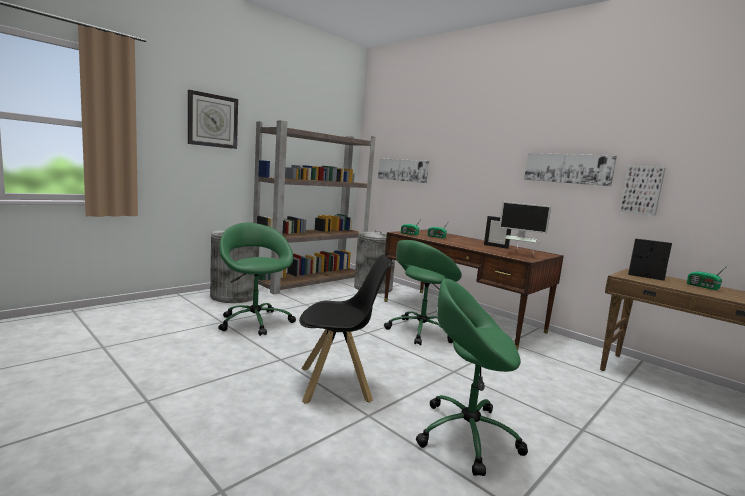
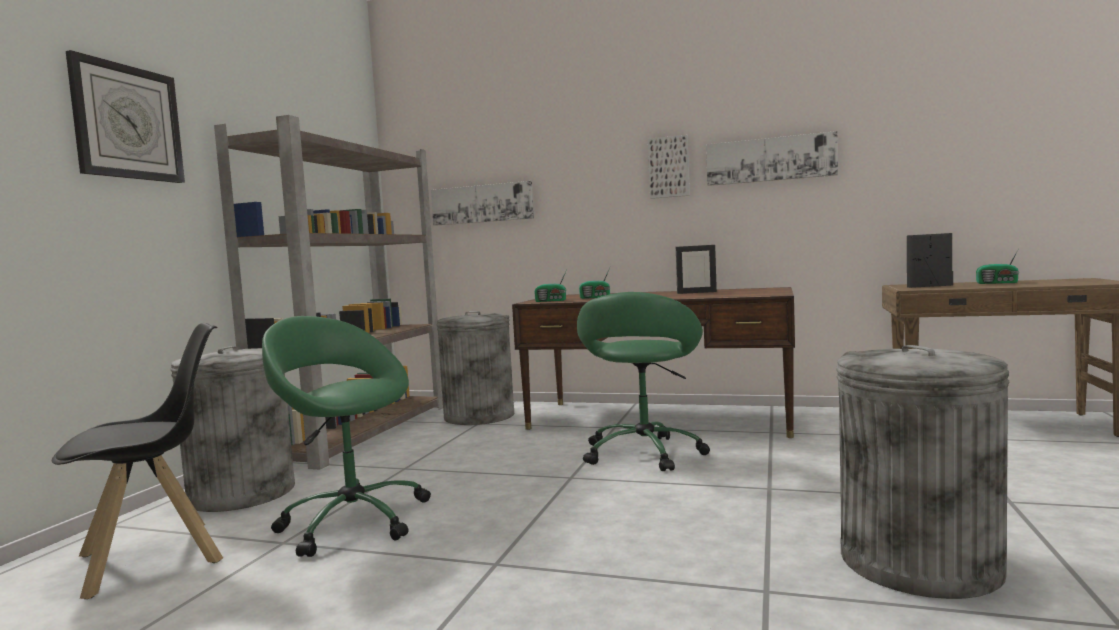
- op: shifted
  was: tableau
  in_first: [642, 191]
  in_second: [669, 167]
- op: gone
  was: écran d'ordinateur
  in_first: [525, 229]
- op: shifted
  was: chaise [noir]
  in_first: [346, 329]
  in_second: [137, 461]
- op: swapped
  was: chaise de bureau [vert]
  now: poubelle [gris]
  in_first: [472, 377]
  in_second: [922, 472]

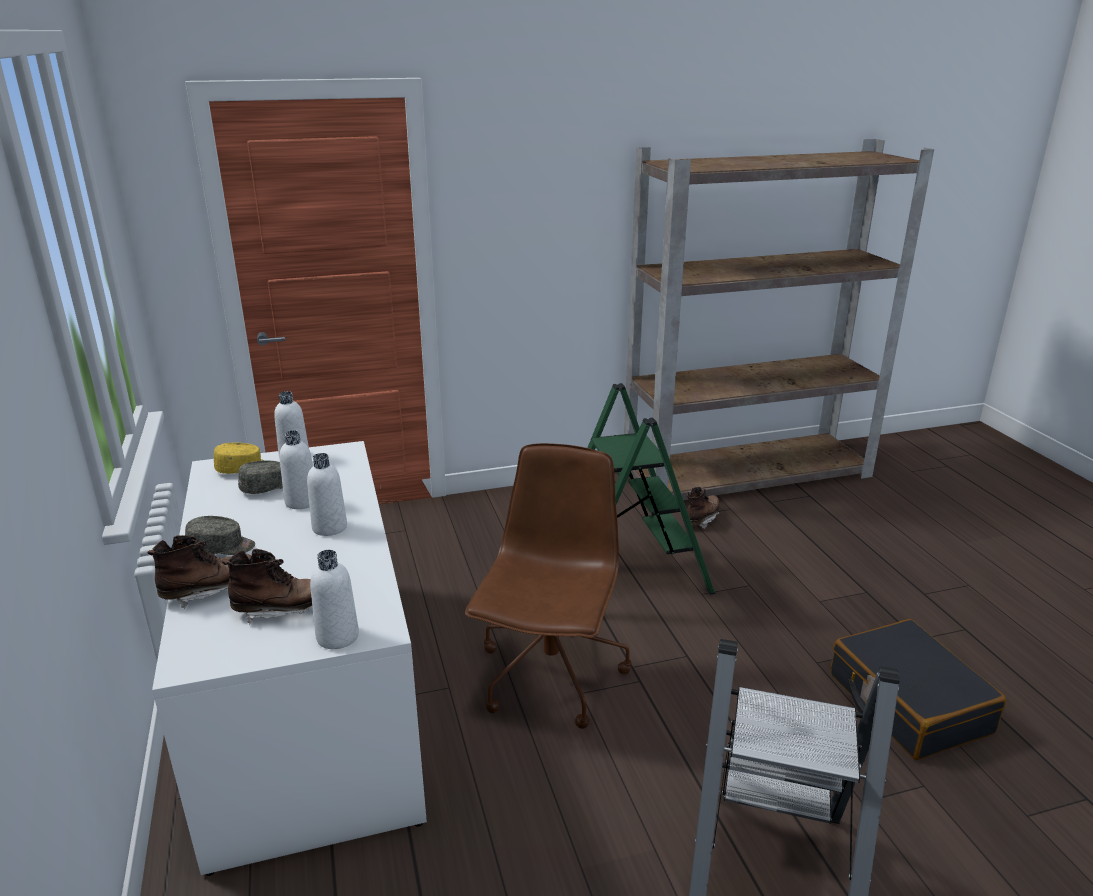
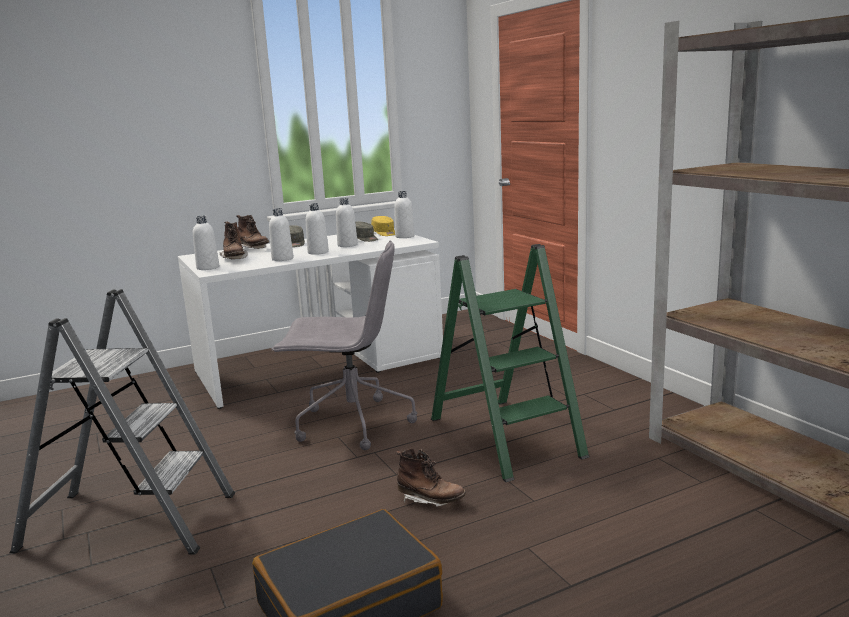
- op: repainted
  was: chaise de bureau [marron]
  now: chaise de bureau [gris]
  in_first: [548, 586]
  in_second: [344, 345]
- op: shifted
  was: botte [marron]
  in_first: [703, 508]
  in_second: [431, 478]
- op: new
  now: bouteille [blanc]
  in_second: [281, 234]

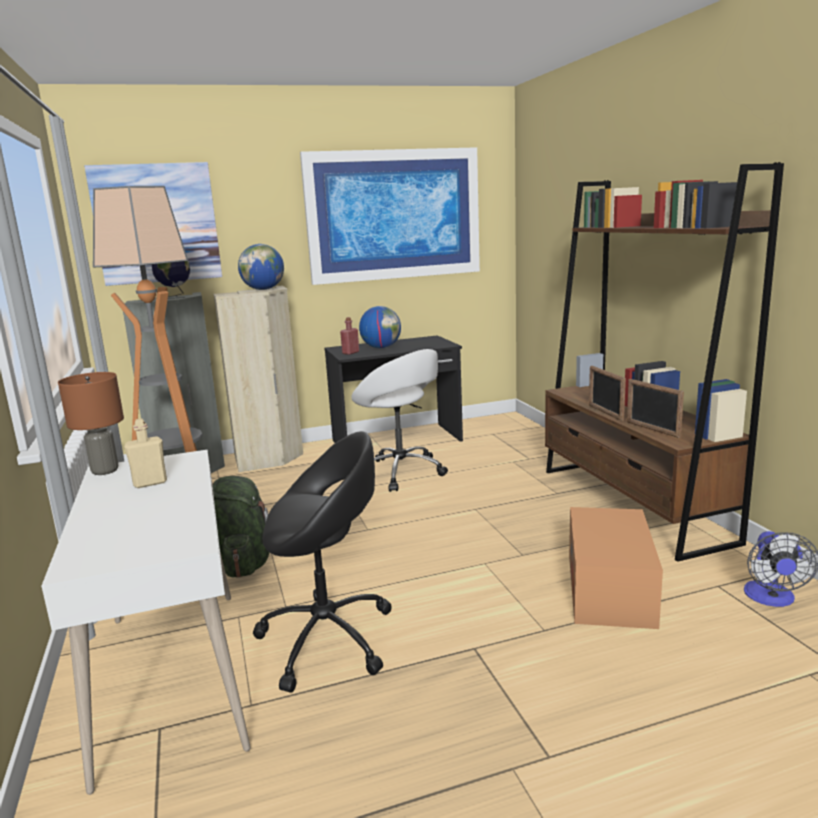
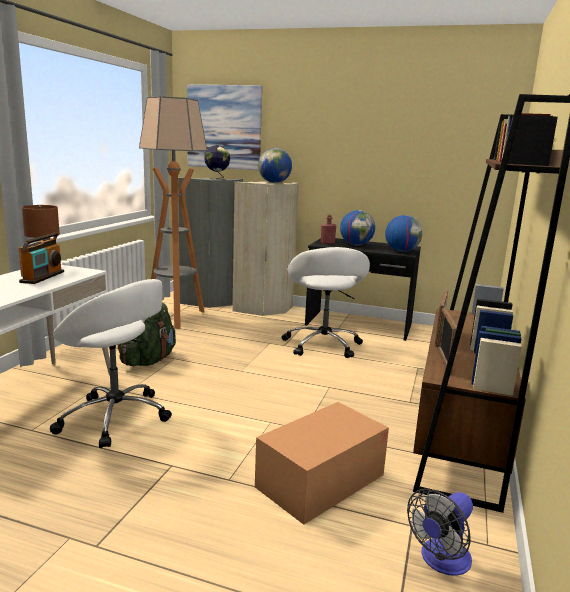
- op: gone
  was: tableau
  in_first: [390, 216]
- op: swapped
  was: bouteille [beige]
  now: radio
  in_first: [145, 453]
  in_second: [41, 258]
- op: repainted
  was: chaise de bureau [noir]
  now: chaise de bureau [blanc]
  in_first: [322, 562]
  in_second: [111, 363]
- op: new
  now: globe
  in_second: [403, 233]

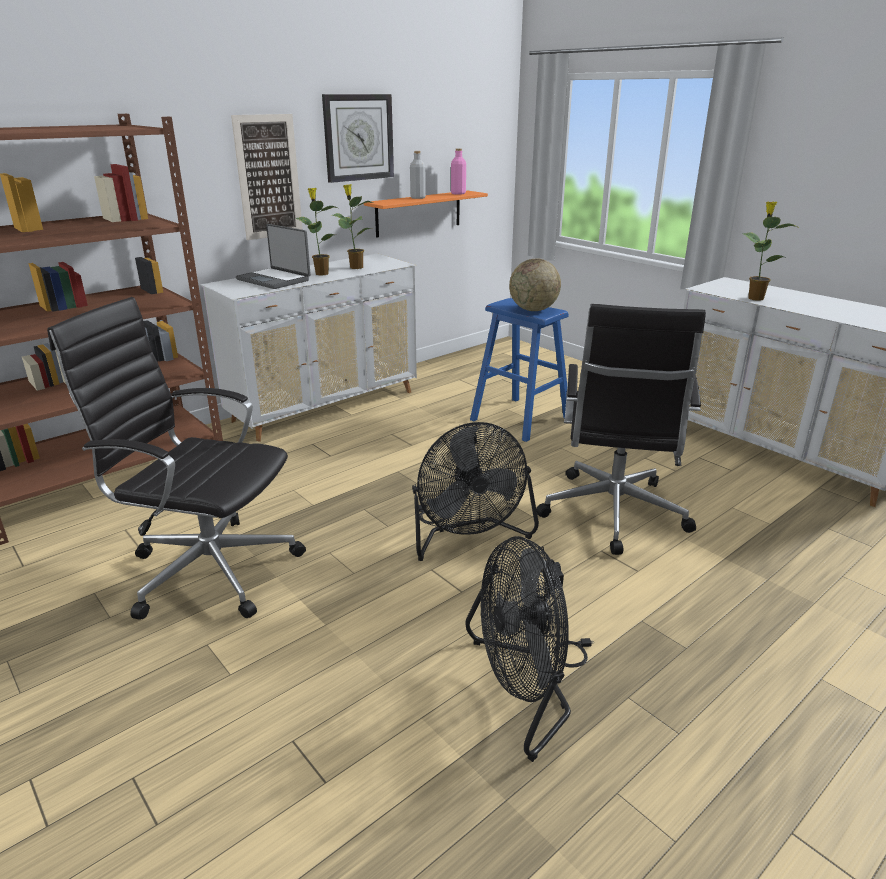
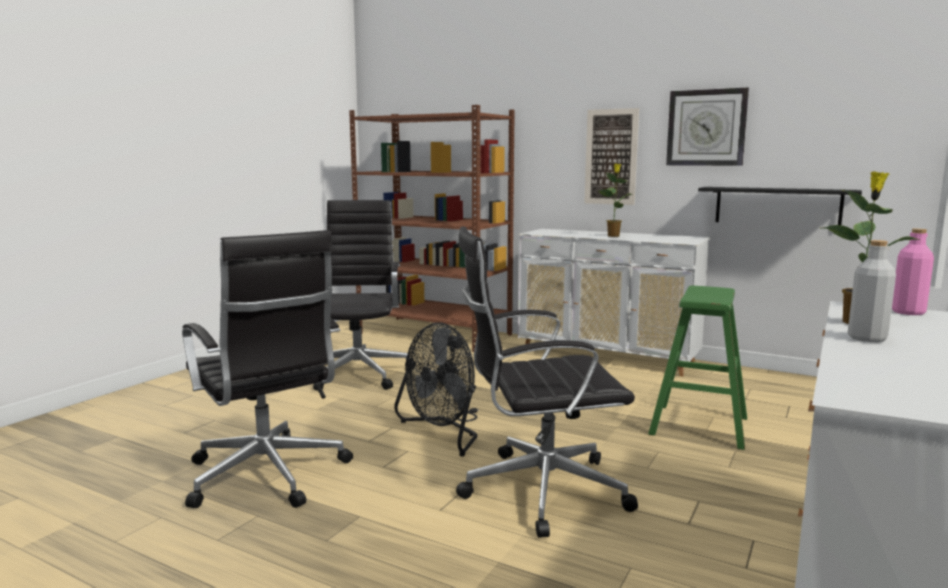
- op: shifted
  was: bouteille [rose]
  in_first: [458, 171]
  in_second: [913, 271]
- op: shifted
  was: bouteille [gris]
  in_first: [418, 175]
  in_second: [872, 291]
- op: gone
  was: plante en pot
  in_first: [352, 226]
- op: repainted
  was: étagère [orange]
  now: étagère [noir]
  in_first: [426, 214]
  in_second: [780, 206]
- op: gone
  was: ordinateur portable
  in_first: [273, 256]
- op: gone
  was: globe
  in_first: [535, 284]
- op: repainted
  was: tabouret [bleu]
  now: tabouret [vert]
  in_first: [519, 370]
  in_second: [697, 368]
- op: swapped
  was: ventilateur [noir]
  now: chaise de bureau [noir]
  in_first: [529, 649]
  in_second: [267, 369]

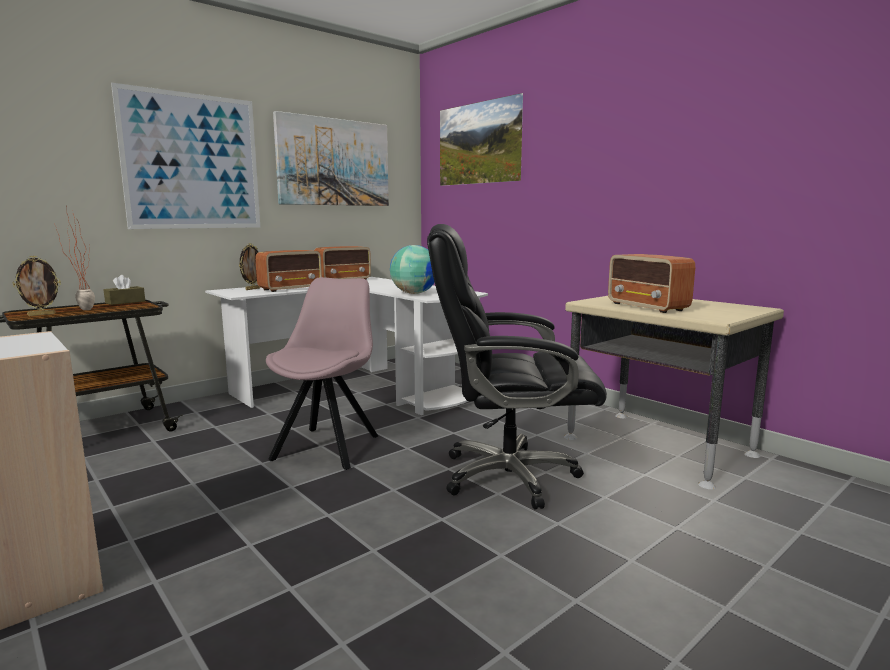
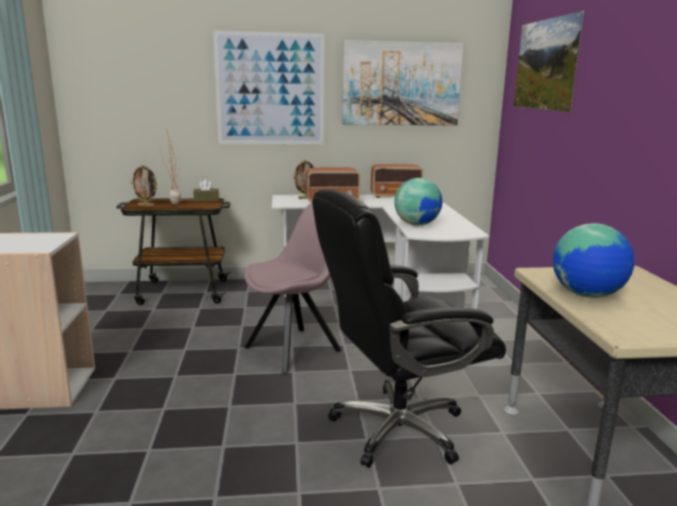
- op: rotated
  was: chaise de bureau [noir]
  in_first: [517, 367]
  in_second: [409, 328]
  clockwise: -60
- op: swapped
  was: radio
  now: globe
  in_first: [651, 283]
  in_second: [594, 260]

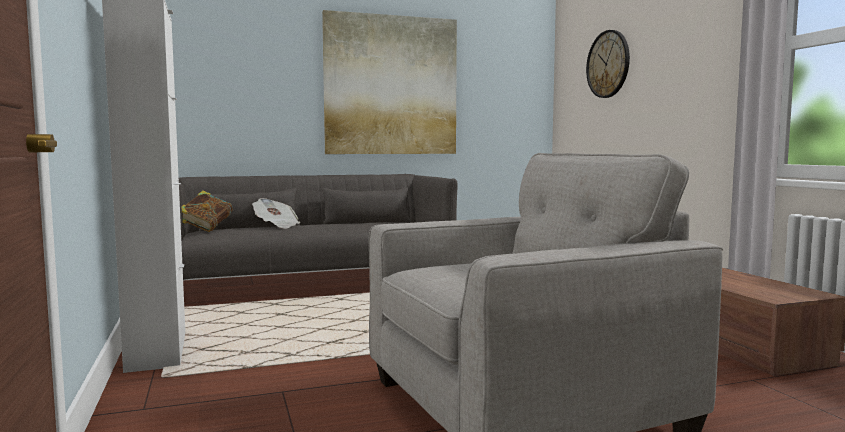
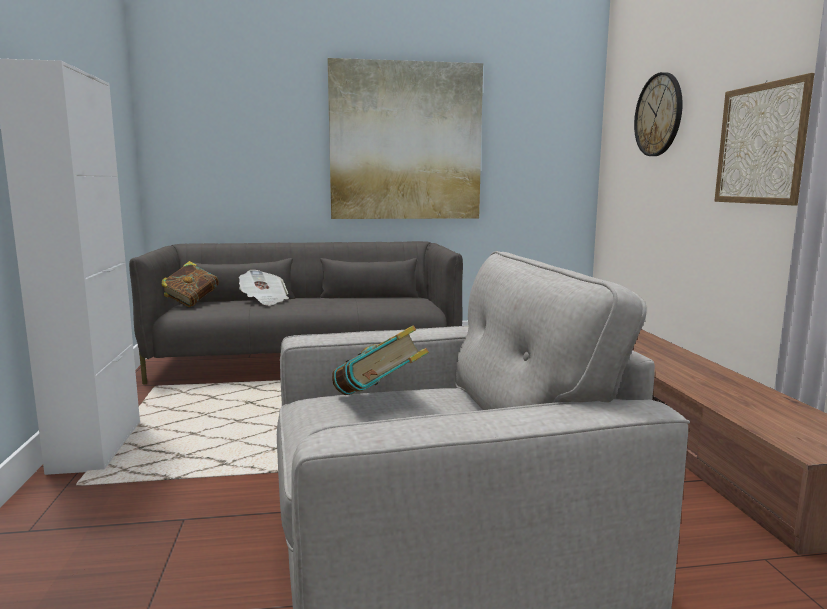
- op: new
  now: tableau
  in_second: [764, 139]
- op: new
  now: livre
  in_second: [380, 360]

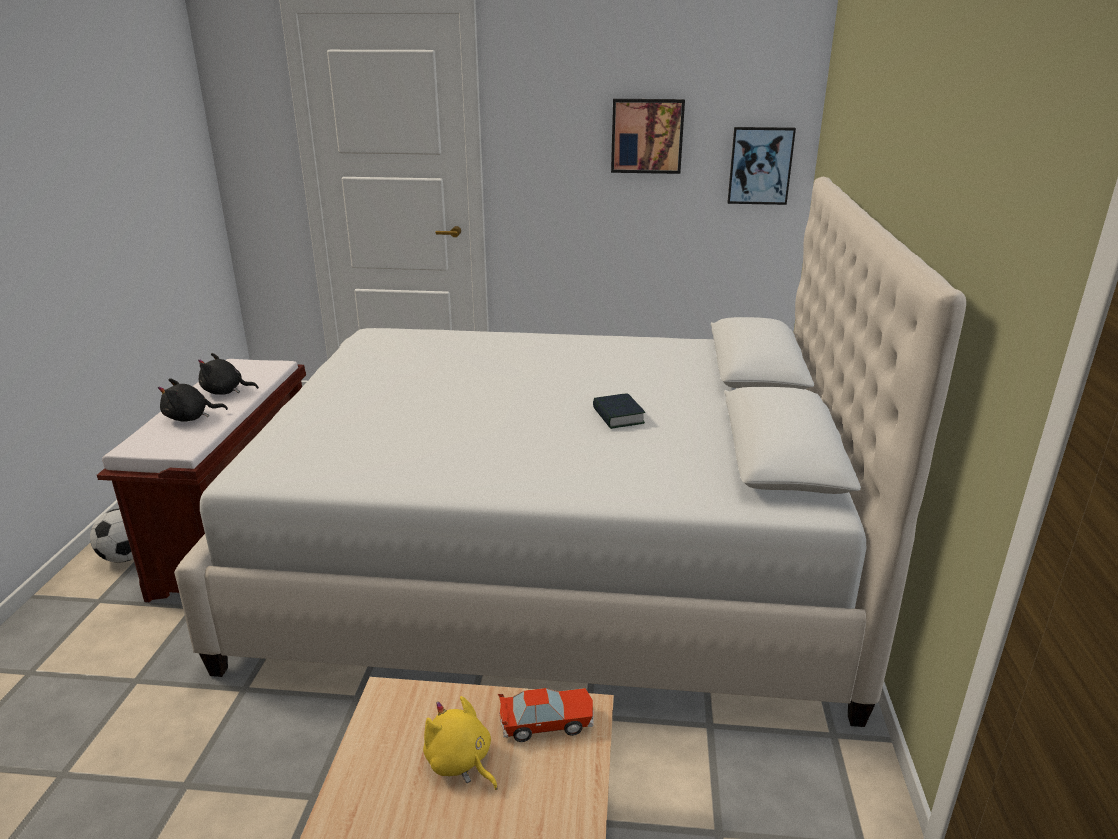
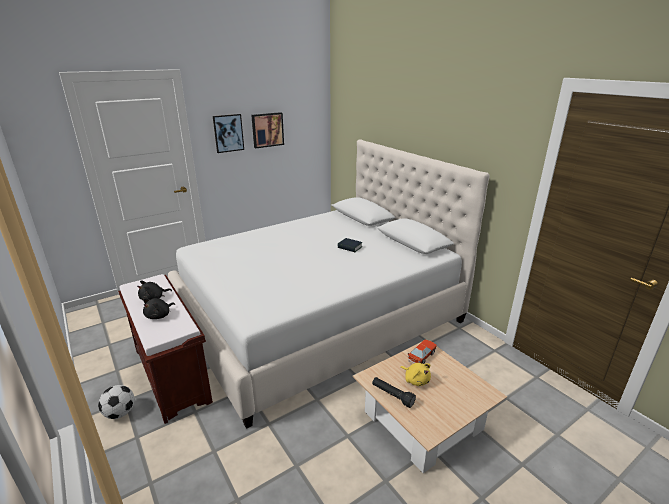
- op: shifted
  was: tableau
  in_first: [761, 166]
  in_second: [228, 133]
- op: rotated
  was: peluche [jaune]
  in_first: [460, 743]
  in_second: [415, 374]
  clockwise: -135
- op: new
  now: lampe de poche [noir]
  in_second: [394, 392]

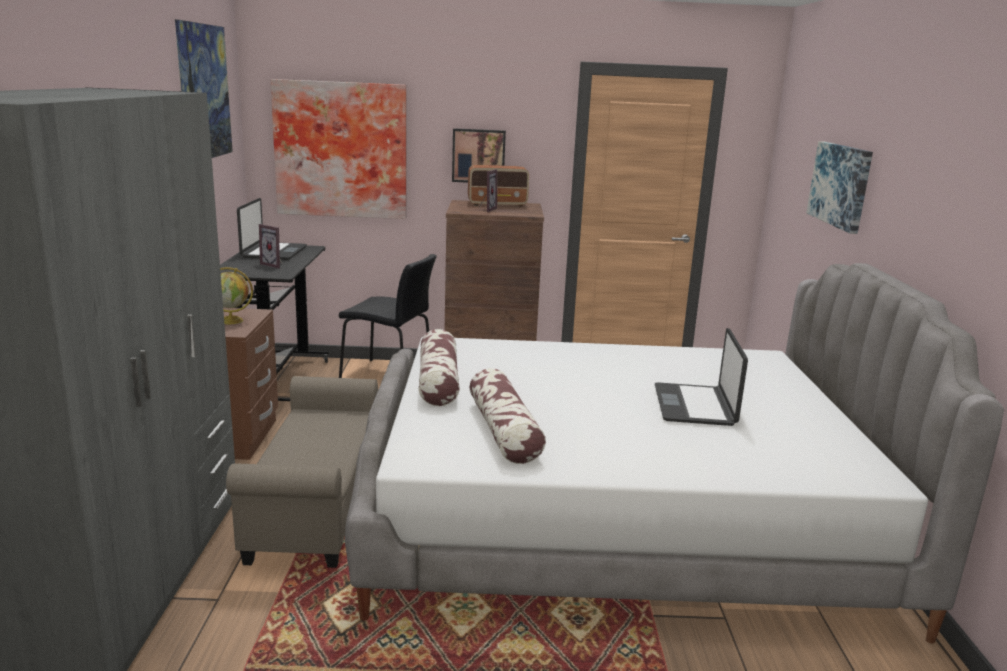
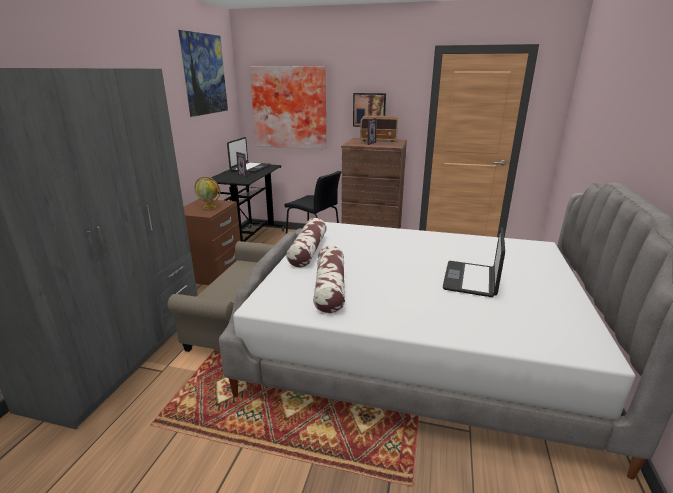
- op: gone
  was: tableau
  in_first: [840, 187]

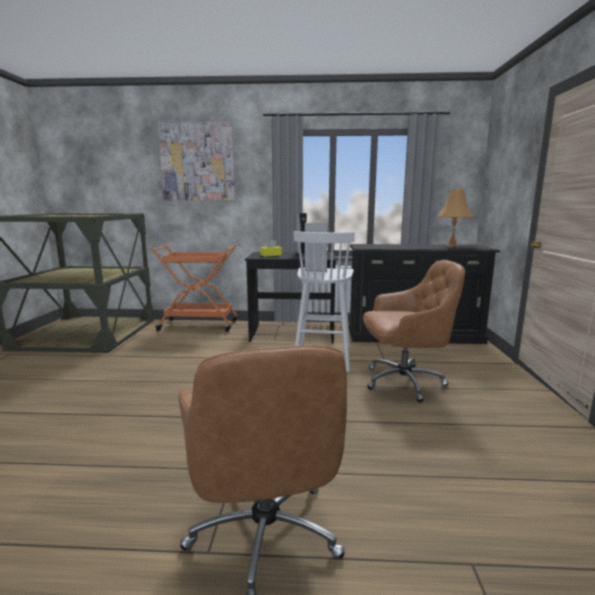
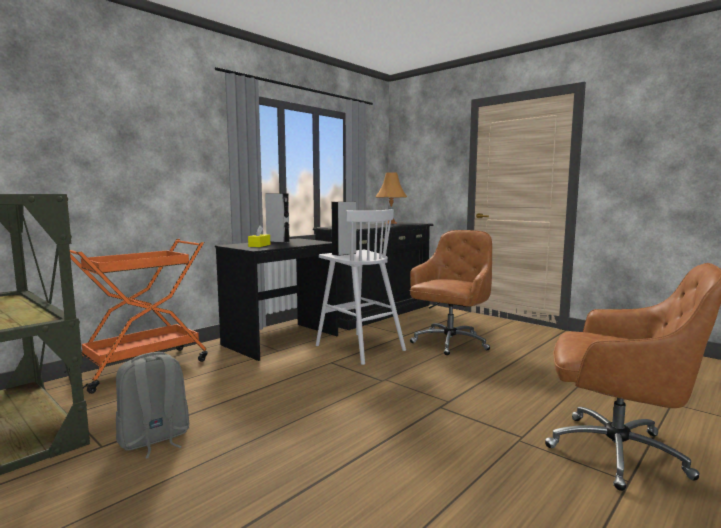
- op: gone
  was: tableau
  in_first: [196, 161]
- op: new
  now: sac à dos [gris]
  in_second: [152, 405]

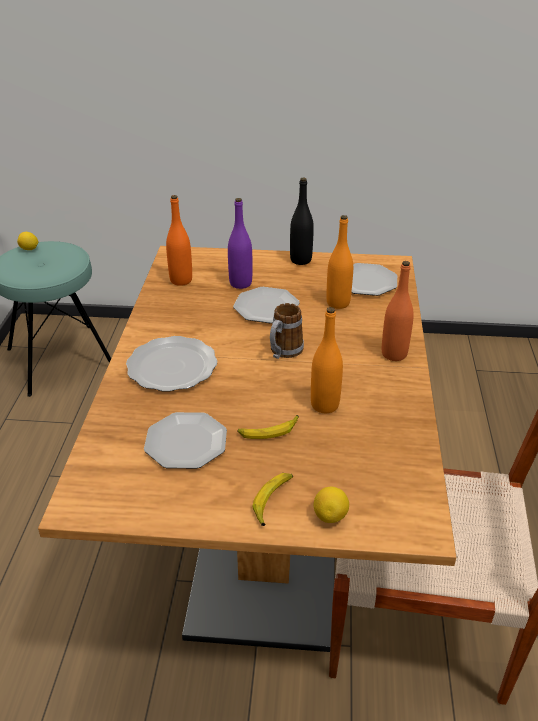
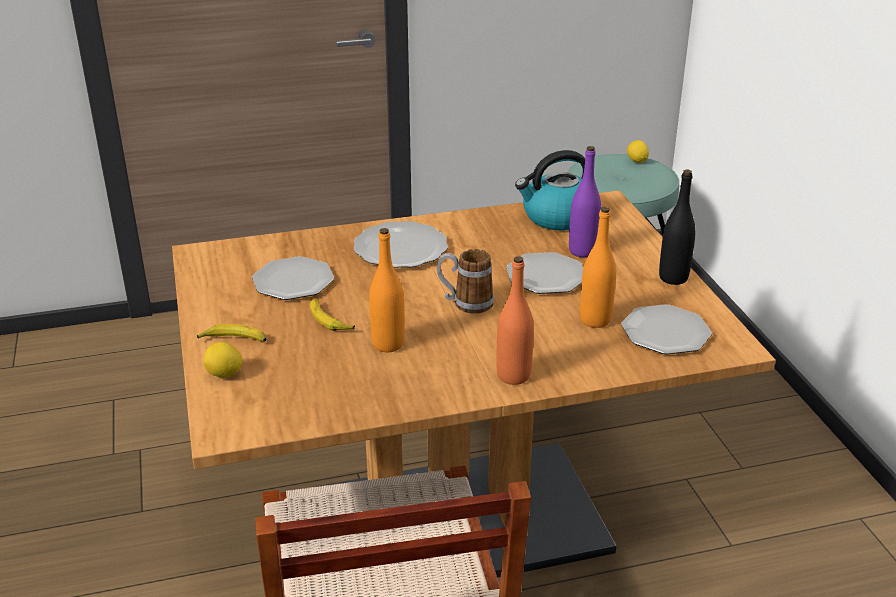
- op: swapped
  was: bouteille [orange]
  now: bouilloire
  in_first: [179, 240]
  in_second: [550, 190]

